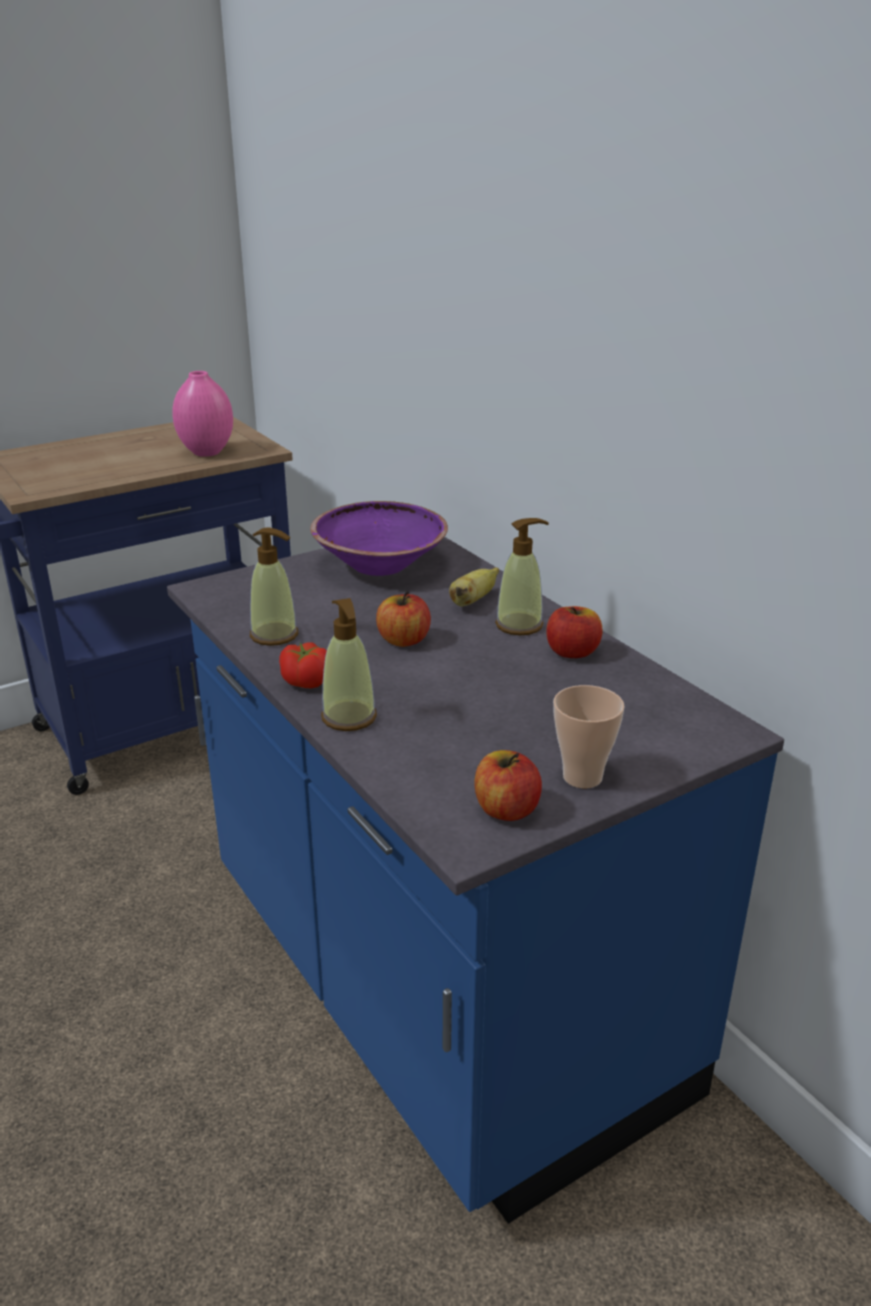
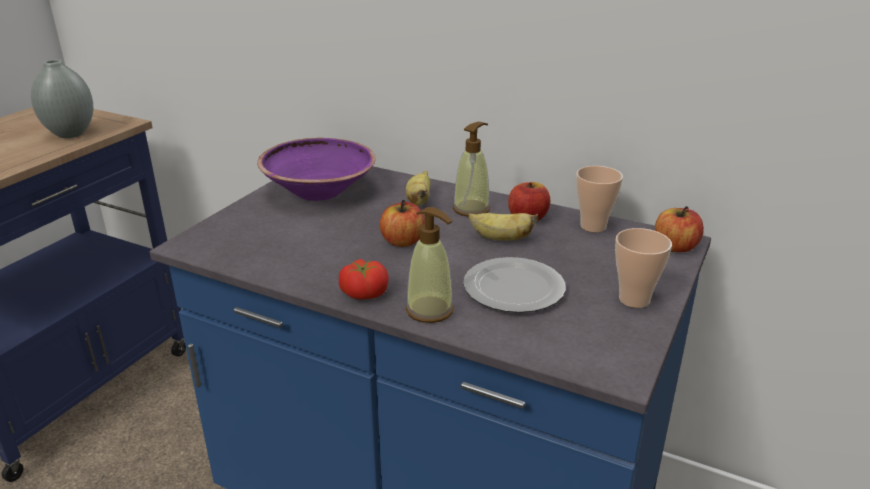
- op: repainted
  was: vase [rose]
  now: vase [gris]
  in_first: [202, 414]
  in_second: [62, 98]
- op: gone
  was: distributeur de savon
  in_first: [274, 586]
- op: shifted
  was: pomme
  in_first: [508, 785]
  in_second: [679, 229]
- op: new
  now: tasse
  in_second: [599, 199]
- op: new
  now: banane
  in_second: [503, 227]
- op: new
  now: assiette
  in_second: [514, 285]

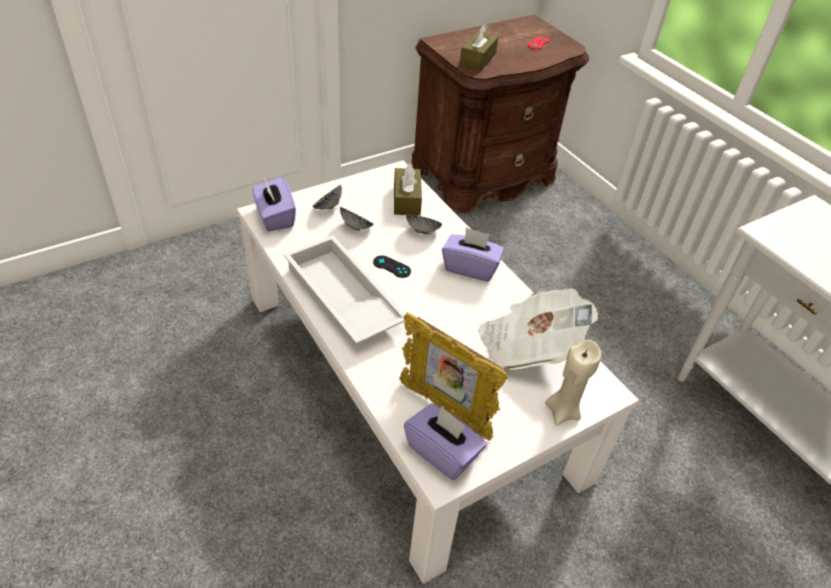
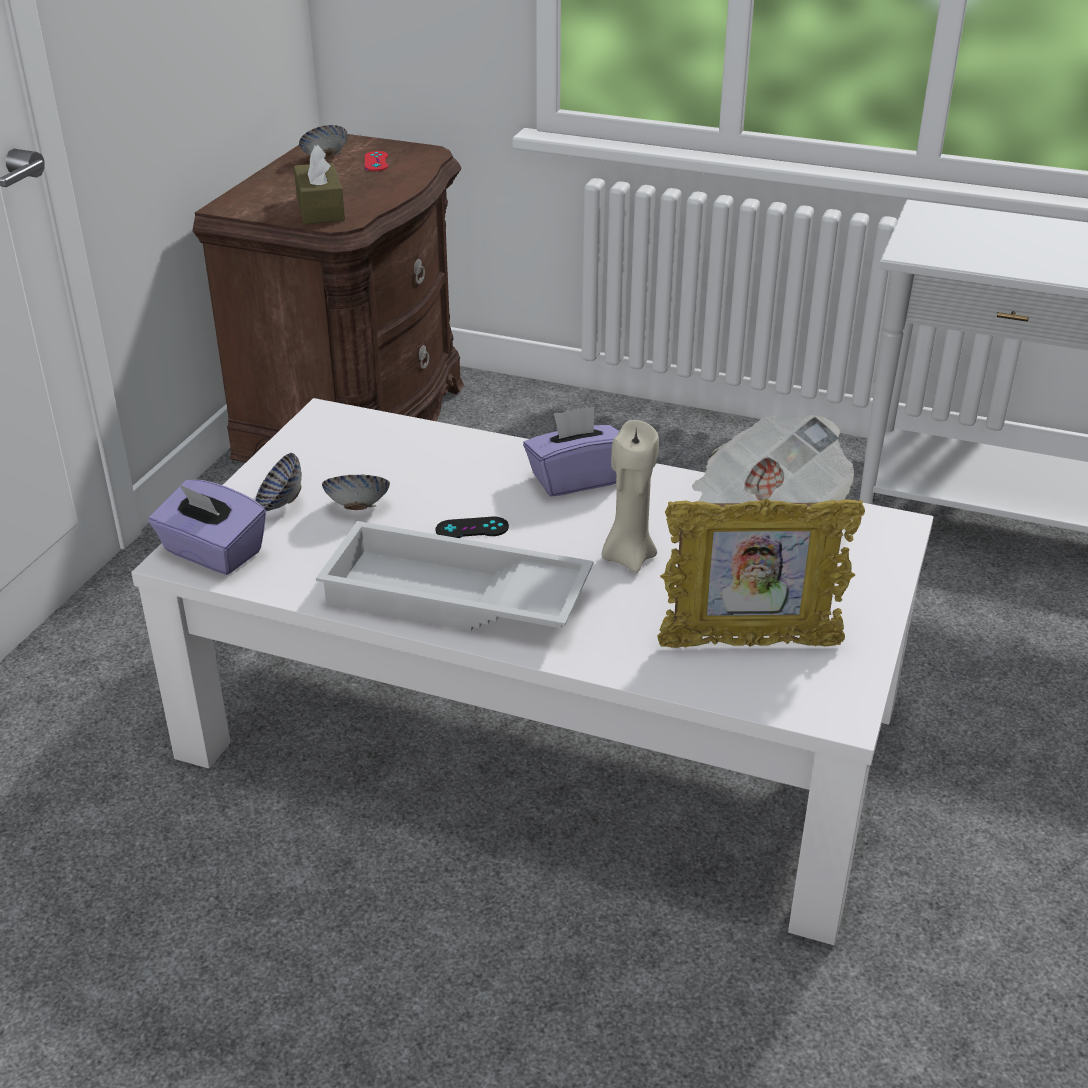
- op: gone
  was: boîte à mouchoirs [marron]
  in_first: [408, 189]
- op: shifted
  was: bol
  in_first: [424, 225]
  in_second: [323, 142]
- op: shifted
  was: bougie [beige]
  in_first: [573, 383]
  in_second: [630, 496]
- op: gone
  was: boîte à mouchoirs [violet]
  in_first: [445, 442]

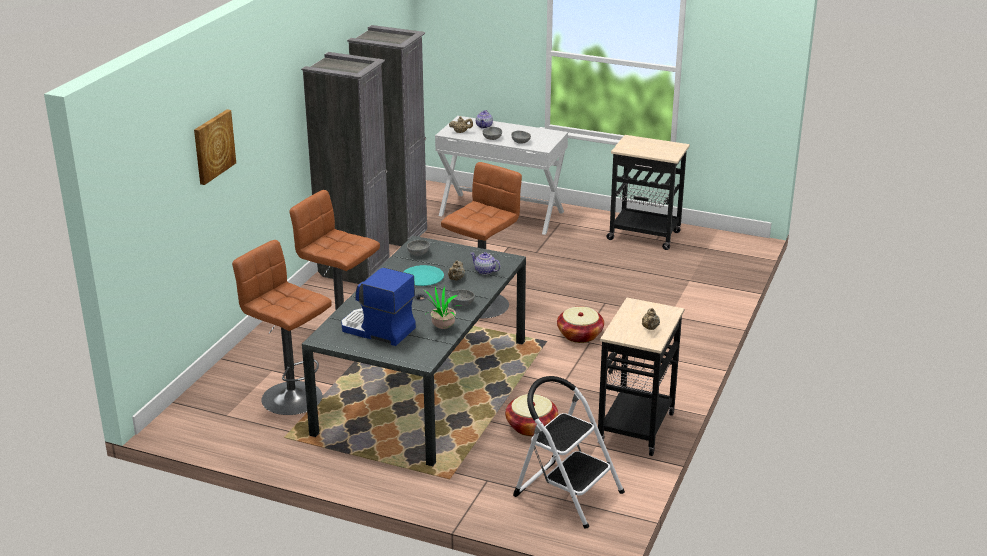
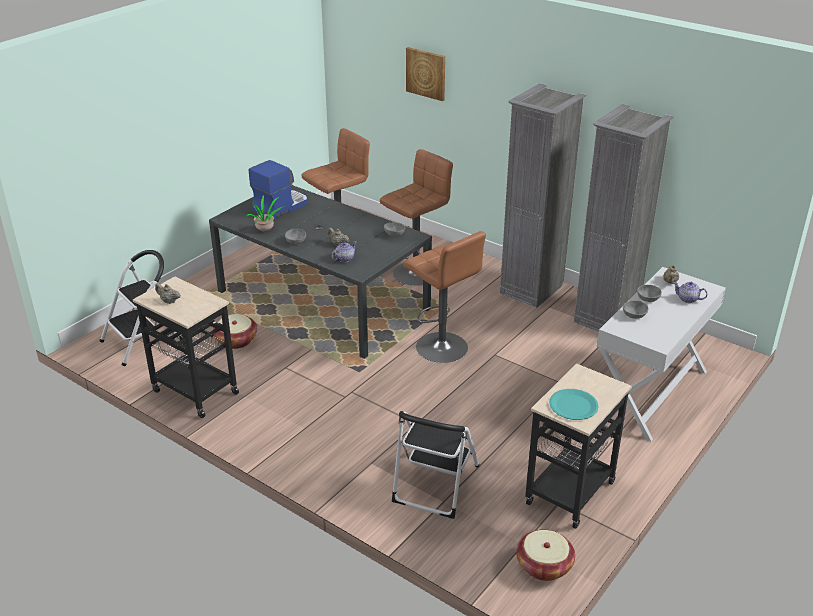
- op: shifted
  was: assiette [turquoise]
  in_first: [424, 275]
  in_second: [574, 404]
- op: shifted
  was: panier
  in_first: [580, 325]
  in_second: [545, 555]
- op: new
  now: escabeau
  in_second: [436, 465]

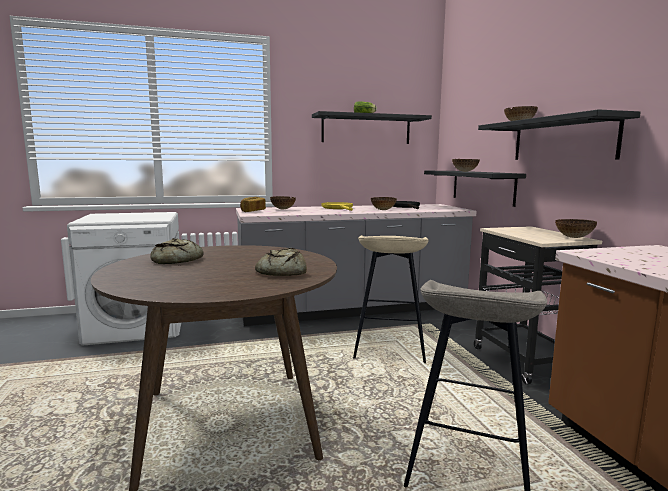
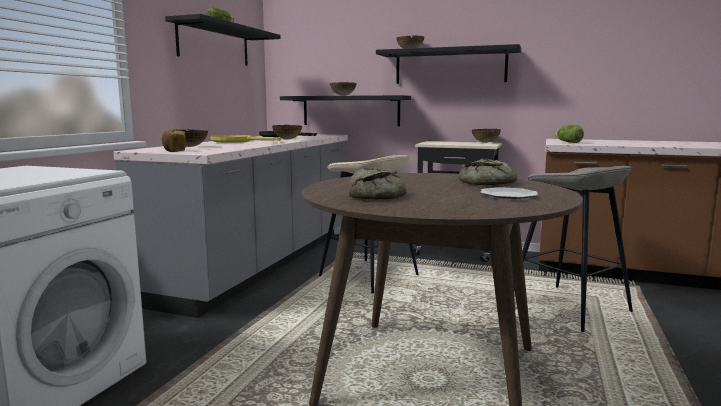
- op: new
  now: laitue
  in_second: [570, 134]
- op: new
  now: assiette
  in_second: [509, 193]

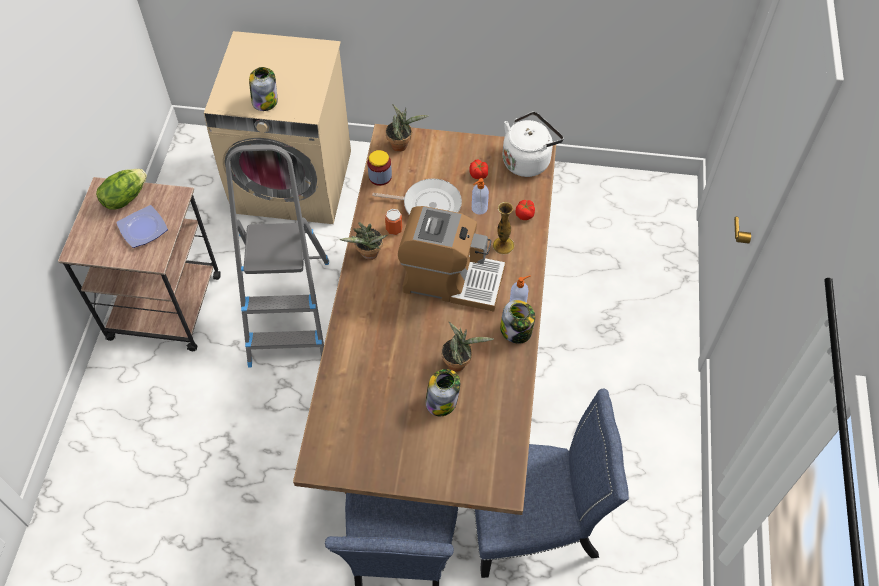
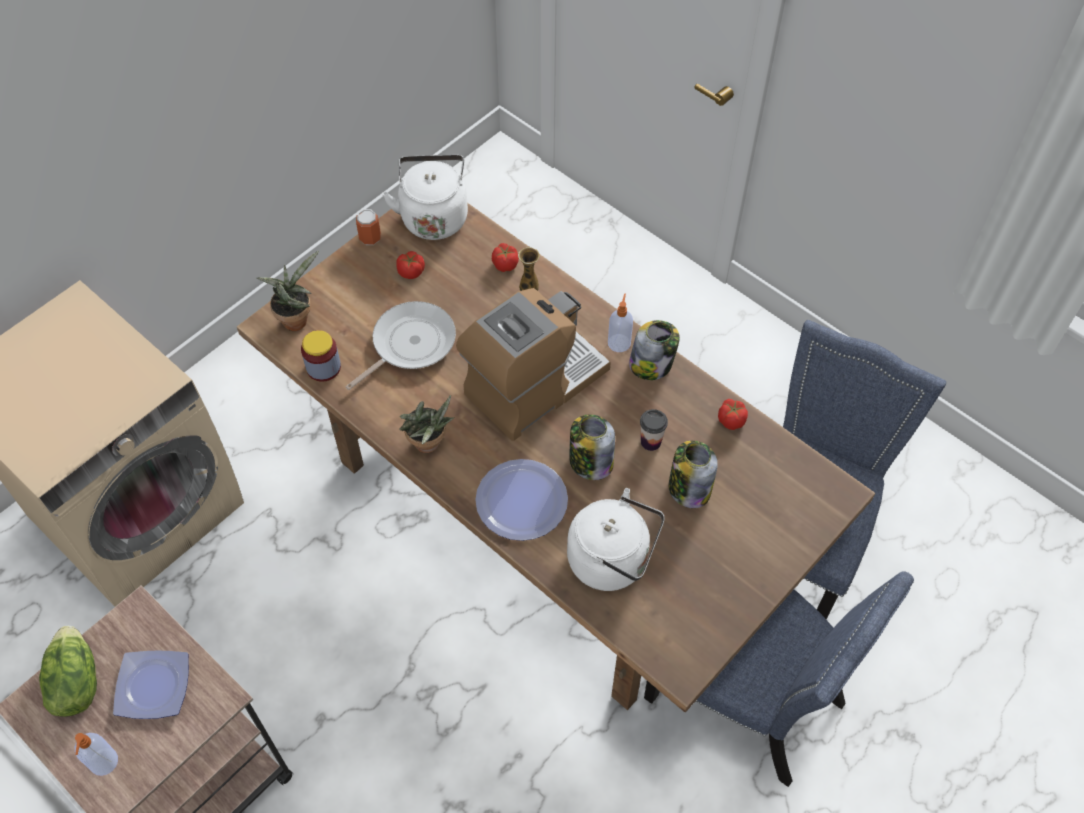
- op: shifted
  was: bocal
  in_first: [263, 89]
  in_second: [592, 447]
- op: gone
  was: escabeau [gris]
  in_first: [277, 256]
- op: shifted
  was: distributeur de savon
  in_first: [480, 196]
  in_second: [96, 754]
- op: shifted
  was: boîte métallique
  in_first: [393, 222]
  in_second: [368, 227]
- op: swapped
  was: plante en pot
  now: tasse
  in_first: [467, 347]
  in_second: [654, 430]
- op: new
  now: tomate
  in_second: [733, 414]
- op: new
  now: assiette
  in_second: [521, 500]
- op: new
  now: bouilloire [blanc]
  in_second: [616, 539]

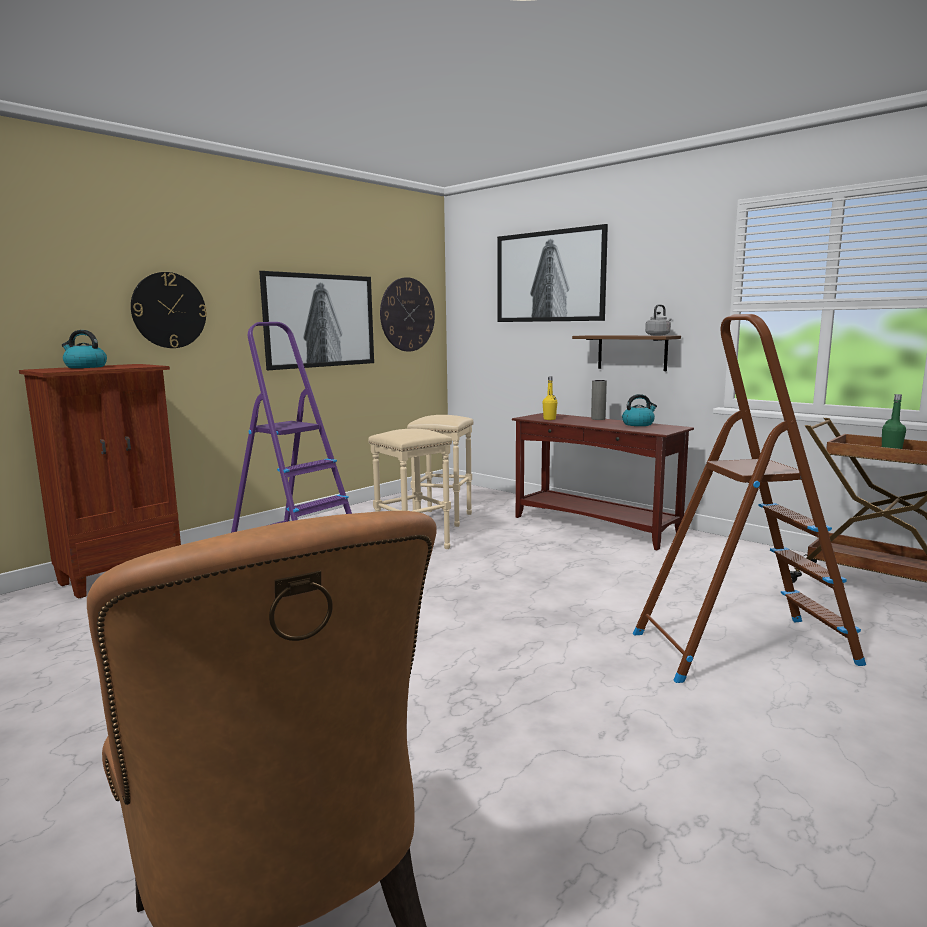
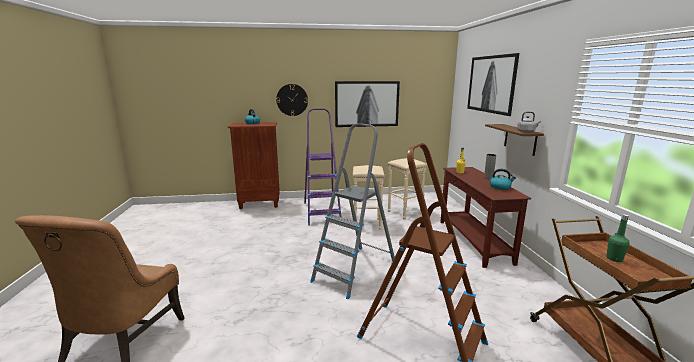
- op: gone
  was: horloge murale
  in_first: [407, 314]
- op: new
  now: escabeau [gris]
  in_second: [352, 211]

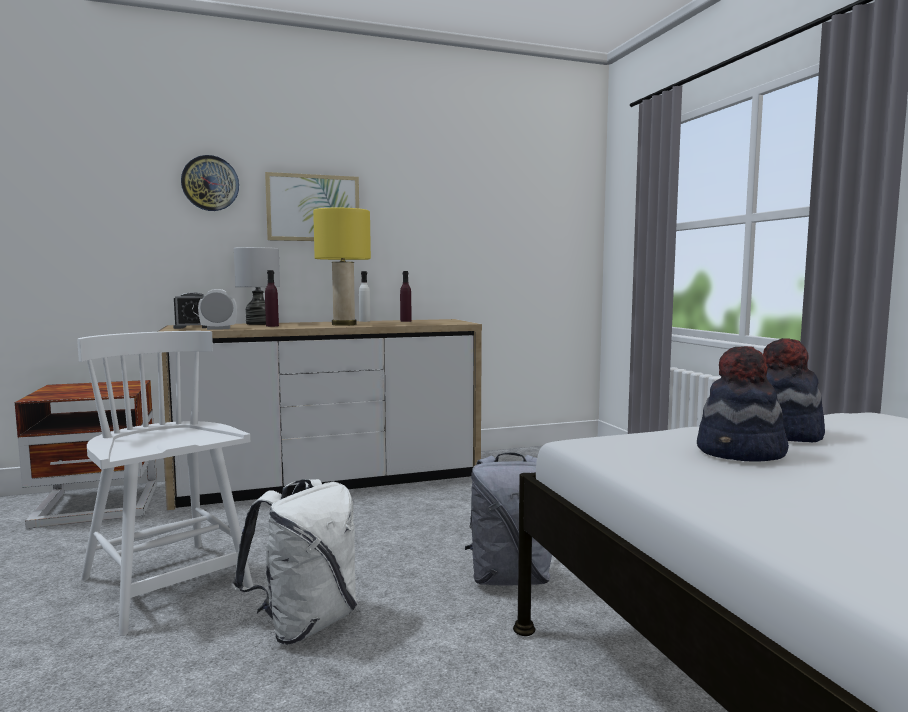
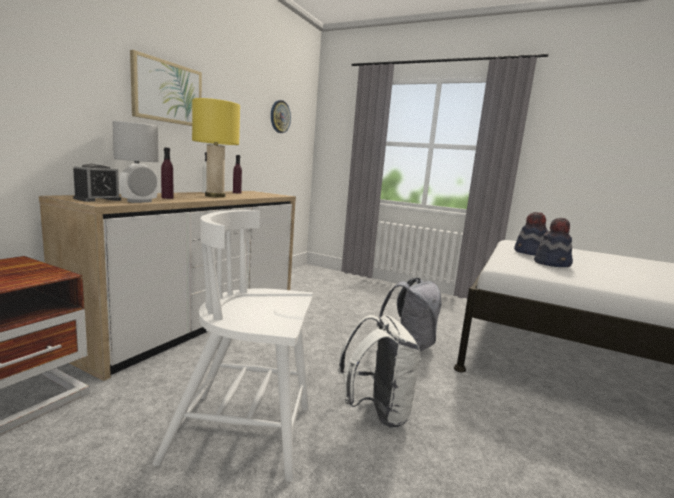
- op: shifted
  was: horloge murale
  in_first: [210, 183]
  in_second: [281, 116]

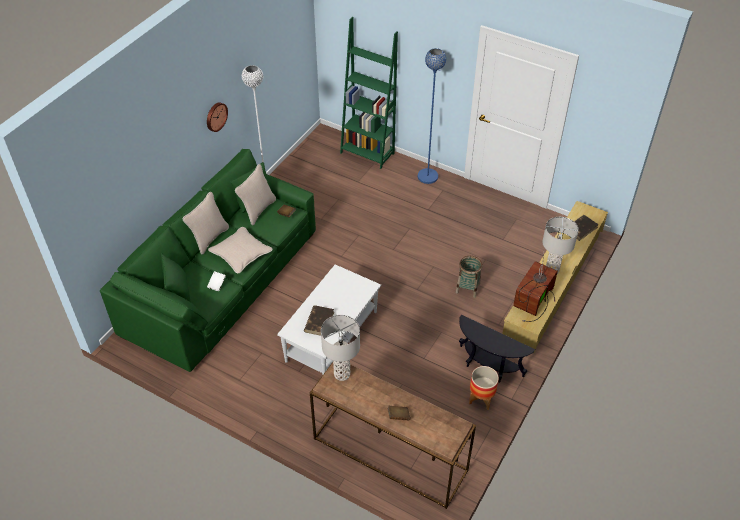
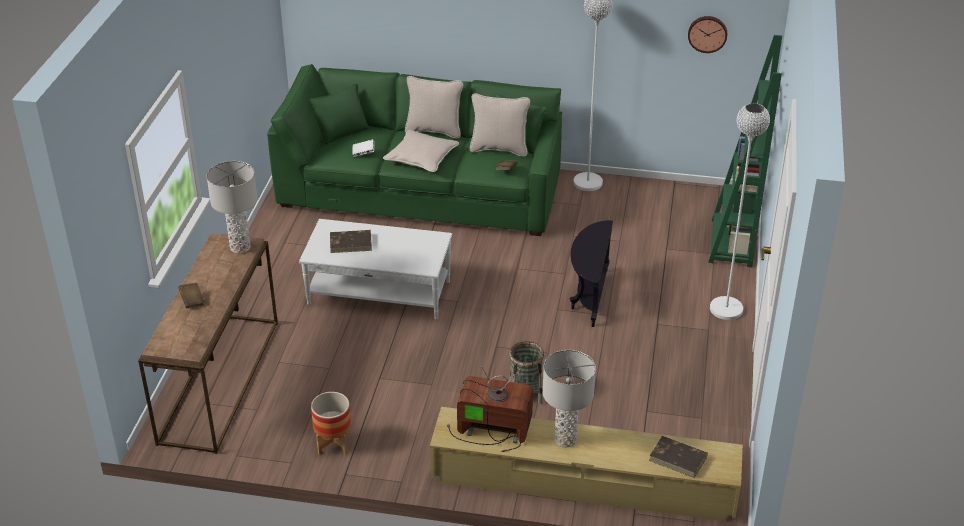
- op: repainted
  was: lampadaire [bleu]
  now: lampadaire [blanc]
  in_first: [432, 116]
  in_second: [740, 211]
- op: shifted
  was: horloge murale
  in_first: [217, 117]
  in_second: [707, 34]
- op: shifted
  was: table d'appoint [noir]
  in_first: [497, 349]
  in_second: [591, 273]

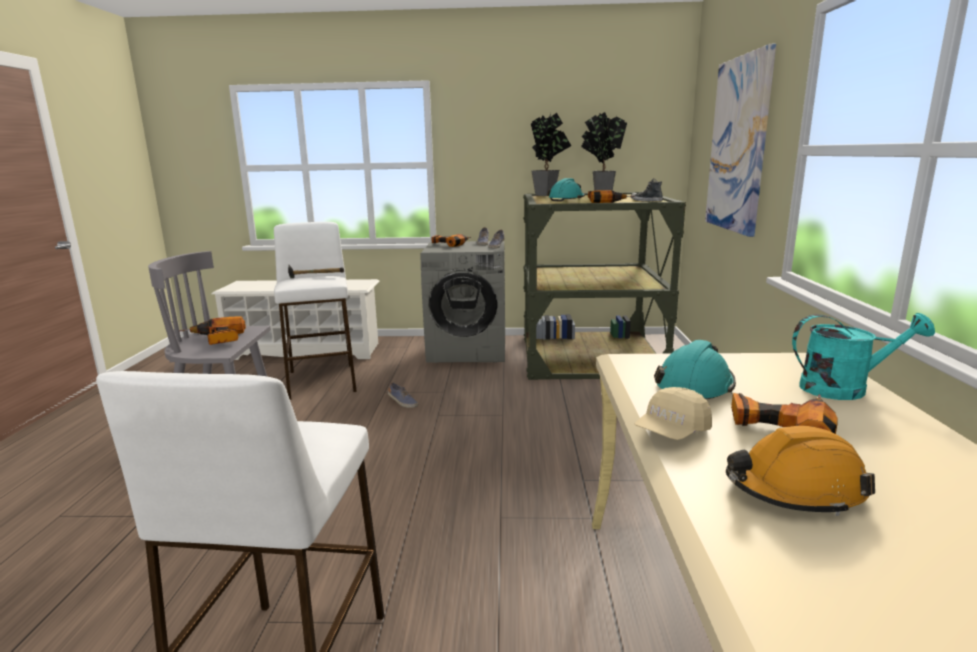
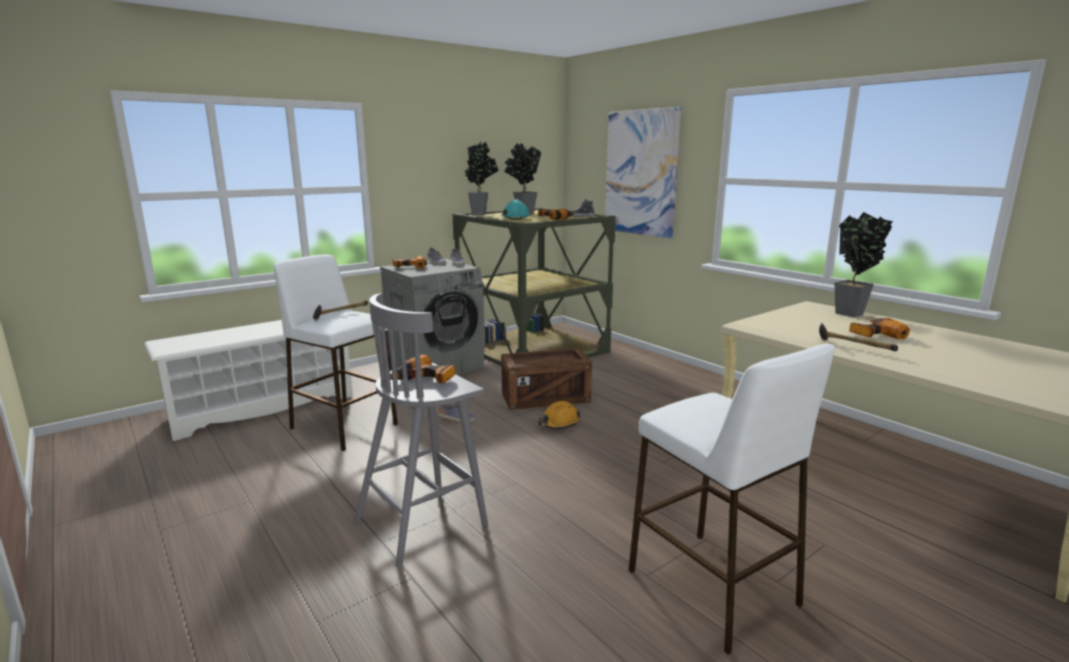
- op: swapped
  was: arrosoir [turquoise]
  now: plante en pot
  in_first: [863, 356]
  in_second: [863, 264]
- op: gone
  was: casque de chantier [turquoise]
  in_first: [695, 369]
- op: swapped
  was: casquette [beige]
  now: marteau
  in_first: [673, 413]
  in_second: [858, 337]
- op: shifted
  was: casque de chantier [orange]
  in_first: [800, 471]
  in_second: [559, 415]
- op: new
  now: caisse
  in_second: [546, 379]

